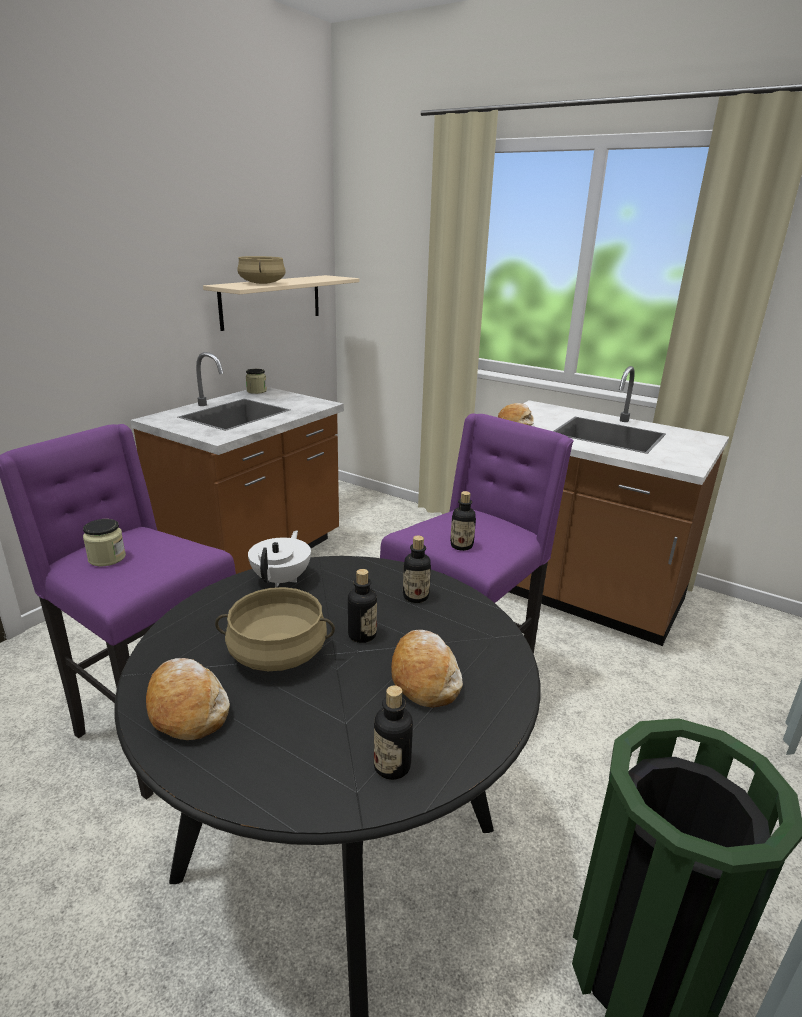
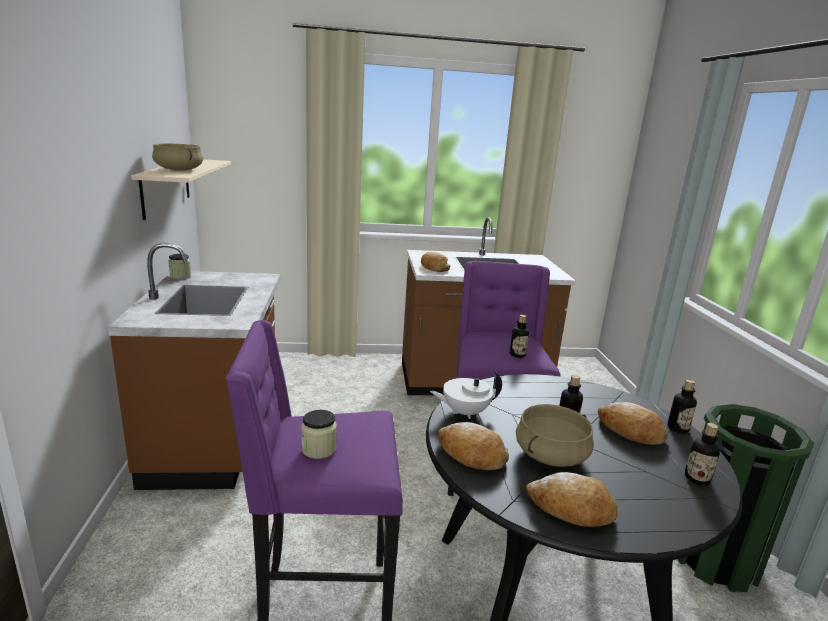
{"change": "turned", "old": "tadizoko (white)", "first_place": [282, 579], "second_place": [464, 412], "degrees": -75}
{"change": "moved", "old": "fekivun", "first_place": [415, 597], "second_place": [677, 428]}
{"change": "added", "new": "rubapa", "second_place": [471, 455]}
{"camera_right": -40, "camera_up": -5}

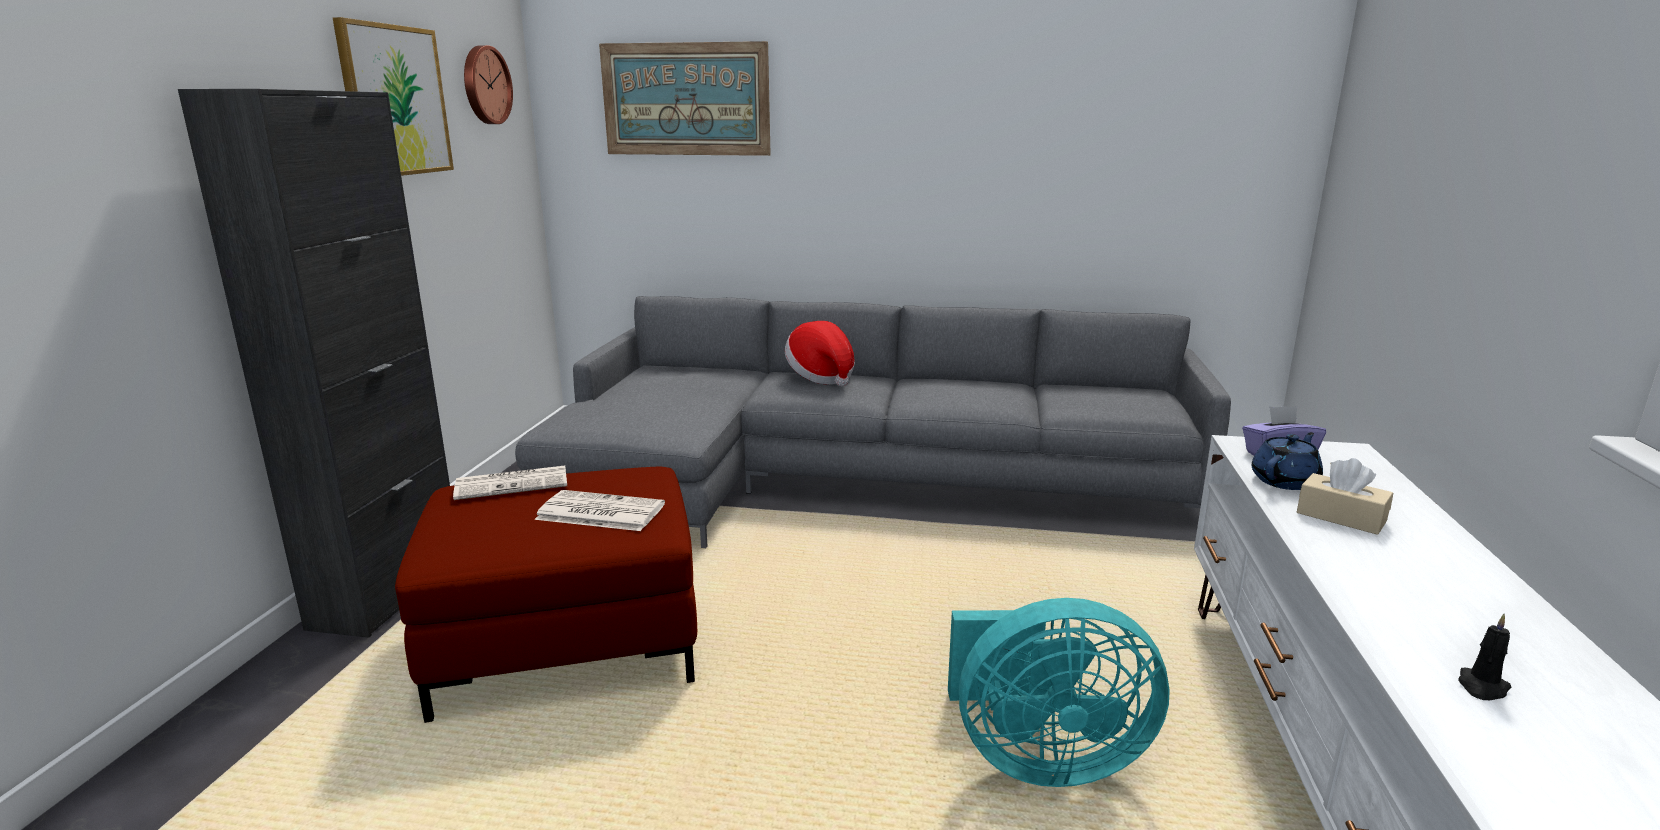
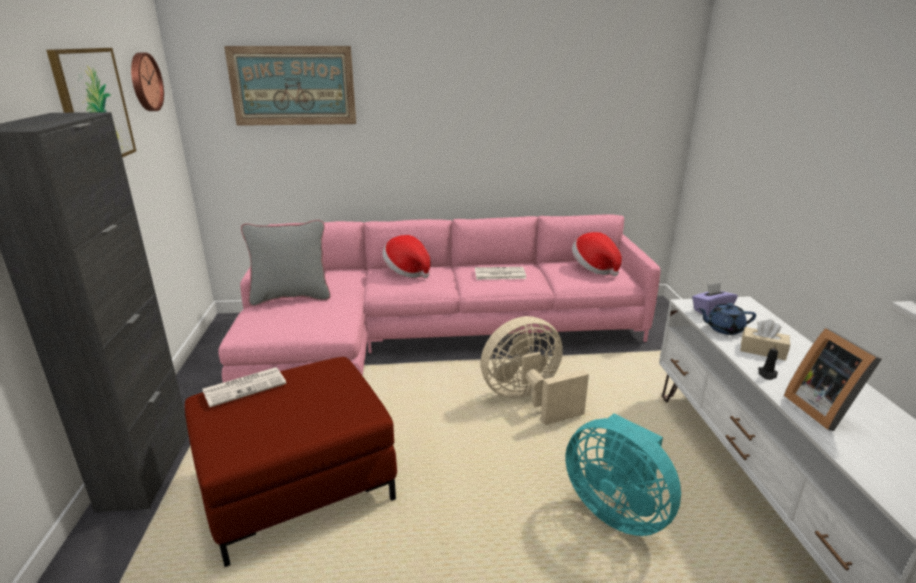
{"change": "recoloured", "old": "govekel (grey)", "new": "govekel (pink)", "first_place": [851, 481], "second_place": [432, 335]}
{"change": "moved", "old": "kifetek", "first_place": [598, 512], "second_place": [499, 274]}
{"change": "turned", "old": "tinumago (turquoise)", "first_place": [1040, 758], "second_place": [617, 510], "degrees": 60}
{"change": "turned", "old": "tadizoko (blue)", "first_place": [1285, 481], "second_place": [723, 329], "degrees": -120}
{"change": "moved", "old": "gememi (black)", "first_place": [1482, 687], "second_place": [767, 374]}
{"change": "added", "new": "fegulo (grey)", "second_place": [291, 297]}
{"change": "added", "new": "tinumago (beige)", "second_place": [528, 400]}
{"change": "added", "new": "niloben", "second_place": [594, 268]}
{"change": "added", "new": "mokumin", "second_place": [823, 409]}
{"camera_right": -15, "camera_up": 5}

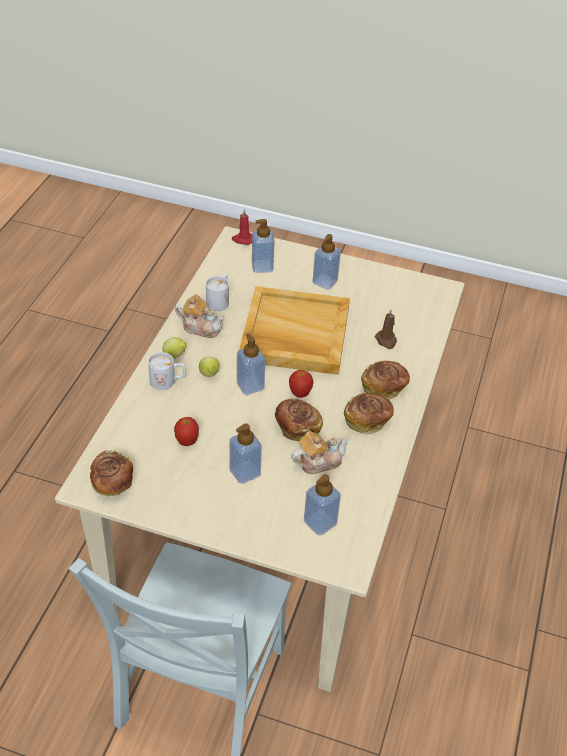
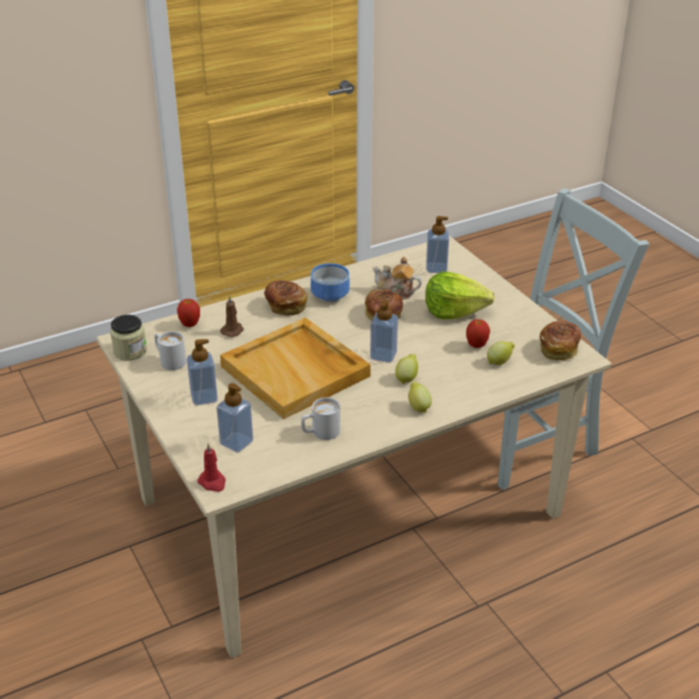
{"change": "moved", "old": "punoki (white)", "first_place": [168, 381], "second_place": [169, 360]}
{"change": "removed", "old": "tadizoko", "first_place": [201, 327]}
{"change": "replaced", "old": "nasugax", "new": "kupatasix", "first_place": [245, 472], "second_place": [454, 311]}
{"change": "moved", "old": "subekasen", "first_place": [300, 394], "second_place": [190, 325]}
{"change": "replaced", "old": "rubapa", "new": "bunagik", "first_place": [367, 420], "second_place": [328, 296]}
{"change": "added", "new": "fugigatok", "second_place": [130, 351]}
{"change": "added", "new": "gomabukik", "second_place": [499, 362]}
{"camera_right": -135, "camera_up": -10}

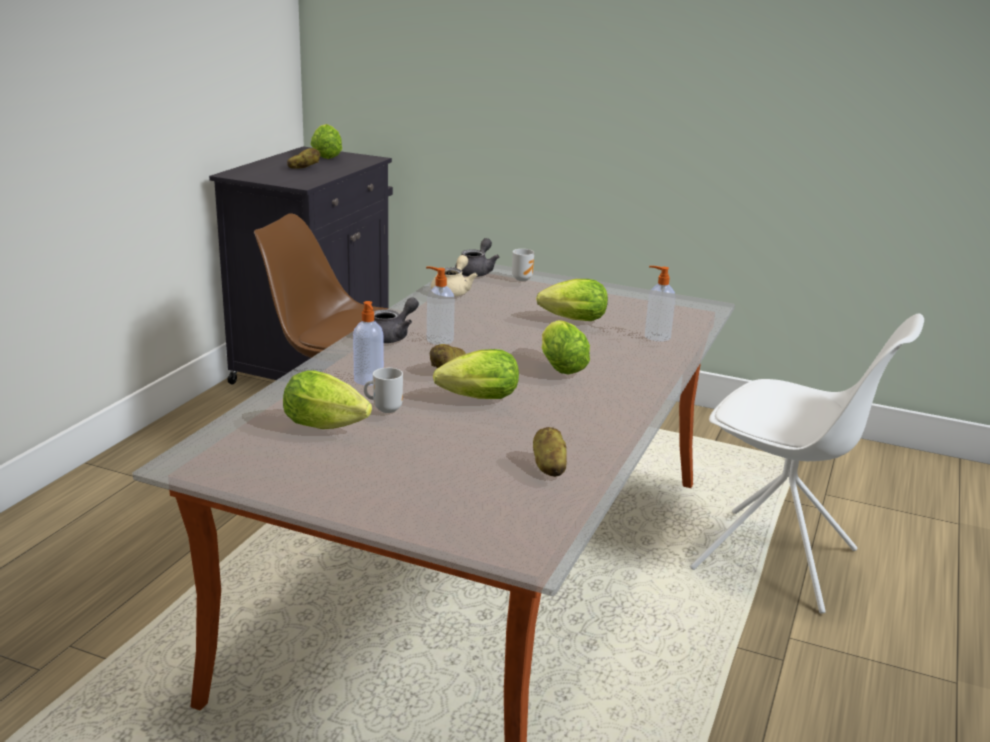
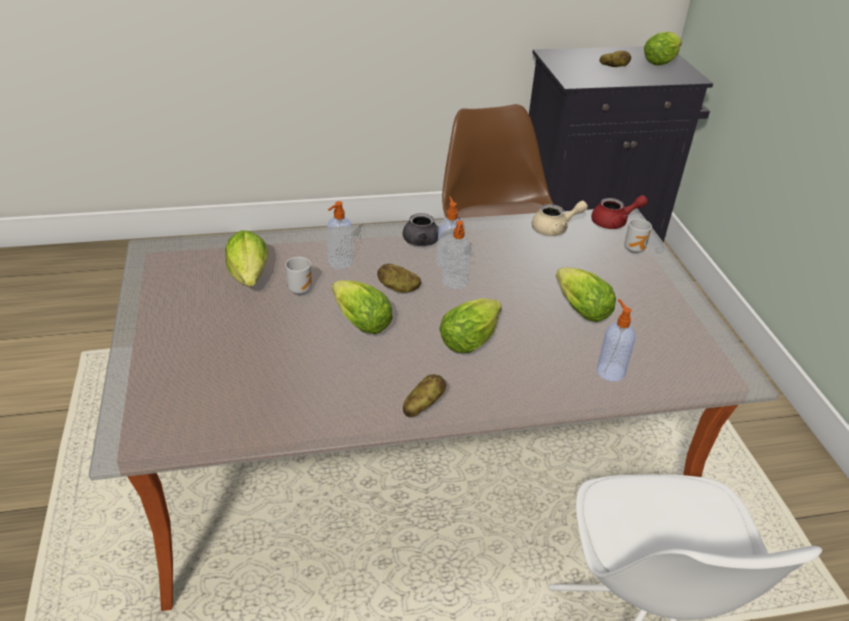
{"change": "recoloured", "old": "tadizoko (grey)", "new": "tadizoko (red)", "first_place": [476, 272], "second_place": [614, 222]}
{"change": "moved", "old": "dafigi", "first_place": [548, 466], "second_place": [422, 405]}
{"change": "added", "new": "nasugax", "second_place": [454, 282]}
{"camera_right": 55, "camera_up": 15}

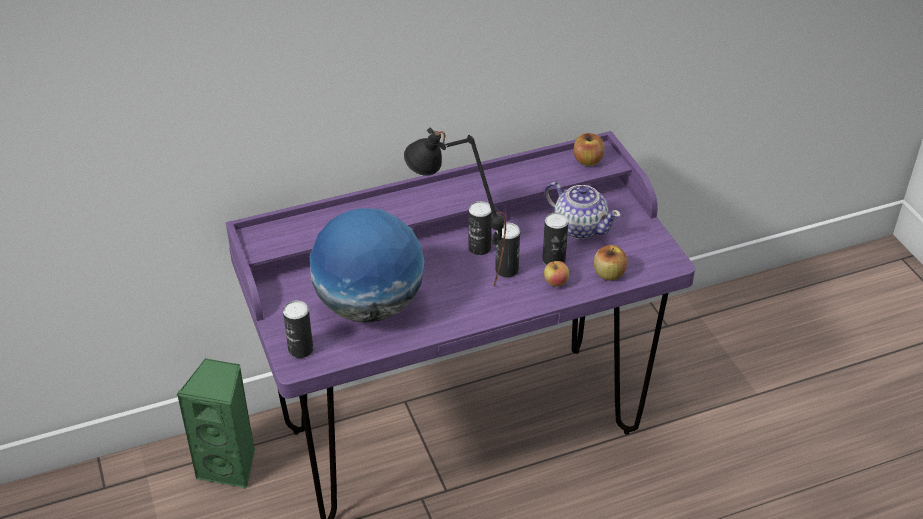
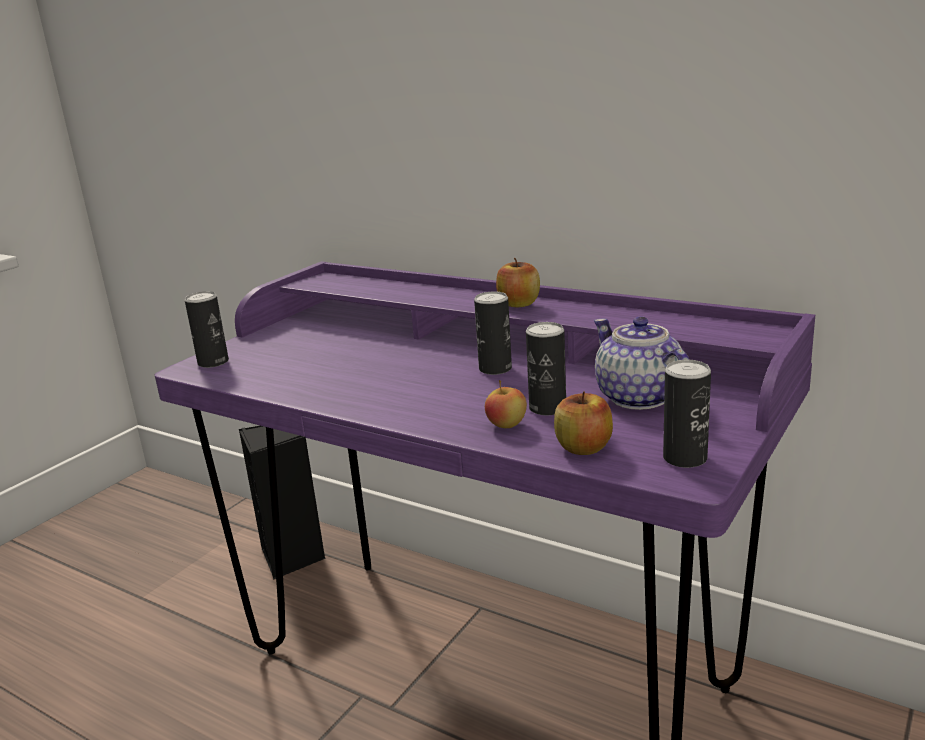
{"change": "recoloured", "old": "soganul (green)", "new": "soganul (black)", "first_place": [230, 465], "second_place": [293, 557]}
{"change": "removed", "old": "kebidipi", "first_place": [370, 306]}
{"change": "removed", "old": "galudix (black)", "first_place": [455, 274]}
{"change": "moved", "old": "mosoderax", "first_place": [506, 270], "second_place": [685, 458]}
{"change": "turned", "old": "tadizoko", "first_place": [579, 227], "second_place": [639, 398], "degrees": 150}
{"change": "moved", "old": "subekasen", "first_place": [588, 161], "second_place": [519, 304]}
{"camera_right": 55, "camera_up": -20}

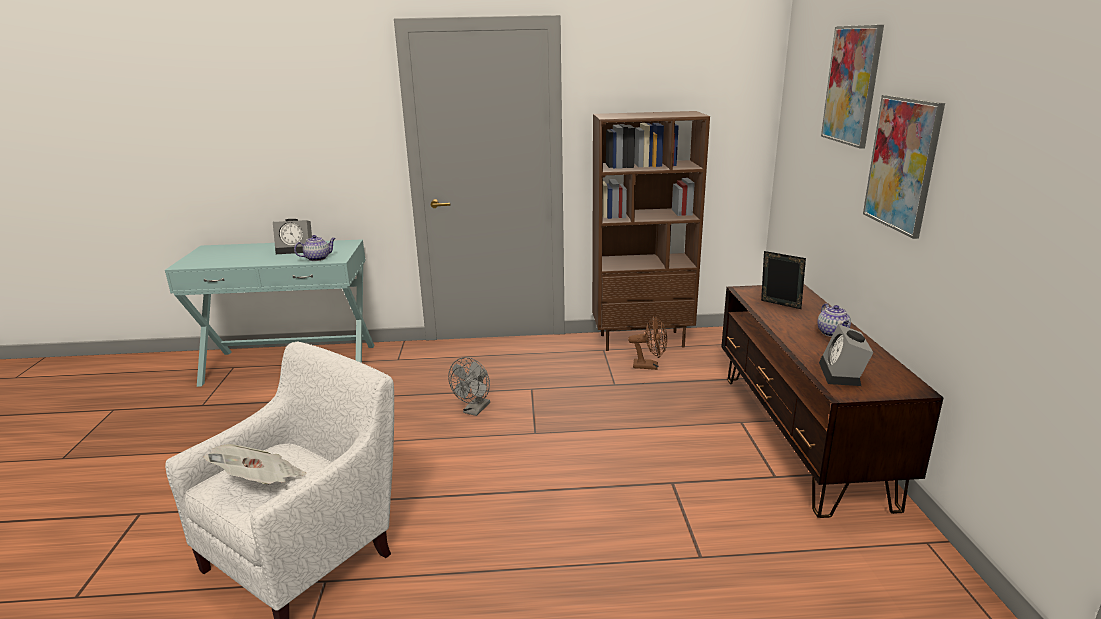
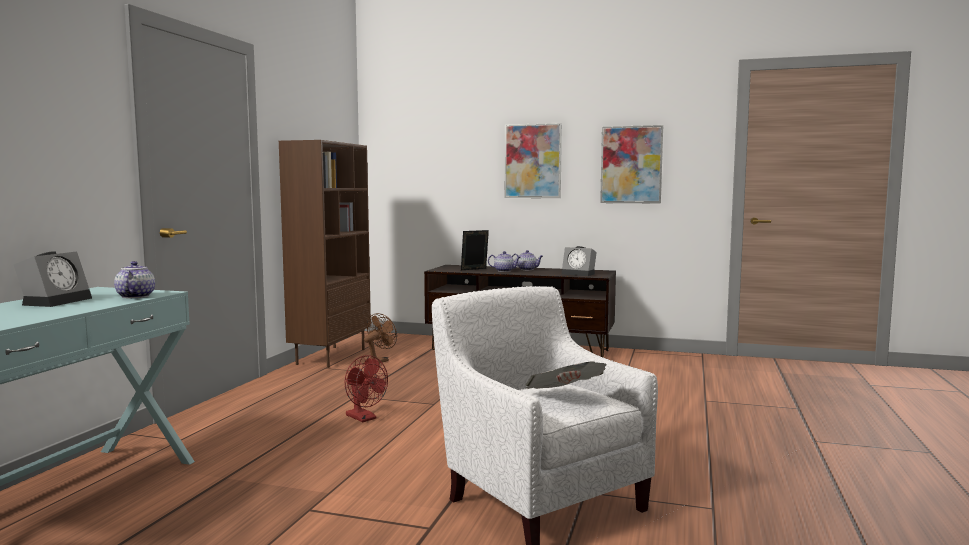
{"change": "recoloured", "old": "tinumago (grey)", "new": "tinumago (red)", "first_place": [474, 410], "second_place": [364, 418]}
{"change": "moved", "old": "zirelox", "first_place": [852, 85], "second_place": [631, 164]}
{"change": "added", "new": "tadizoko", "second_place": [504, 271]}
{"camera_right": -70, "camera_up": -15}

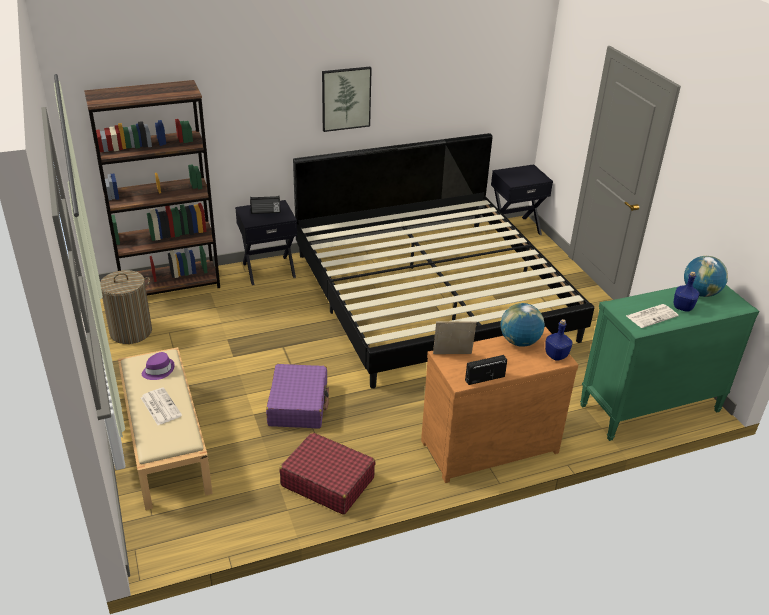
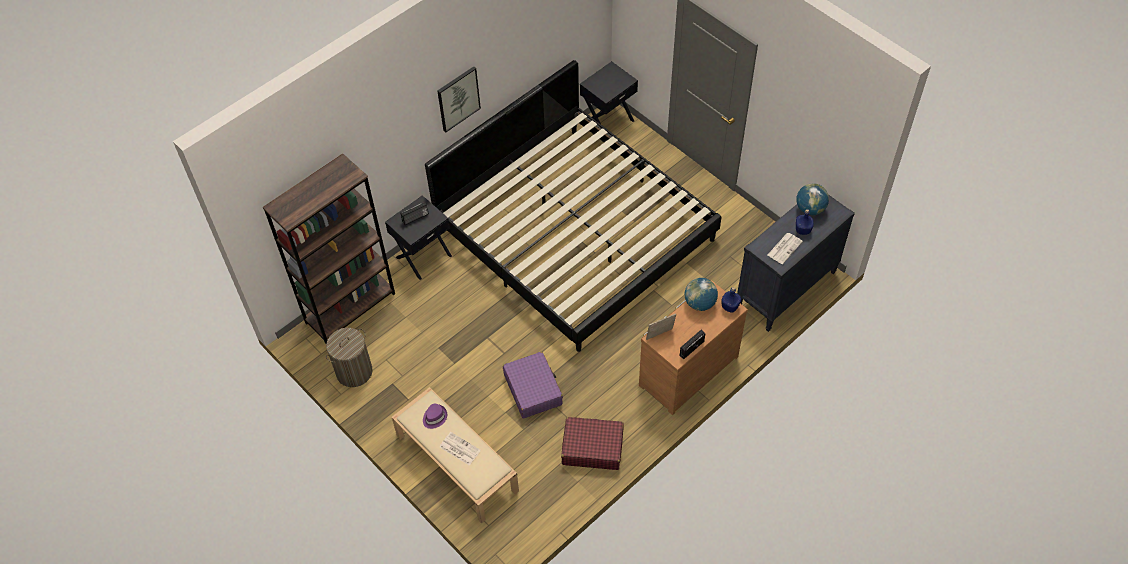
{"change": "recoloured", "old": "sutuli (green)", "new": "sutuli (black)", "first_place": [649, 409], "second_place": [786, 289]}
{"camera_right": -20, "camera_up": 20}

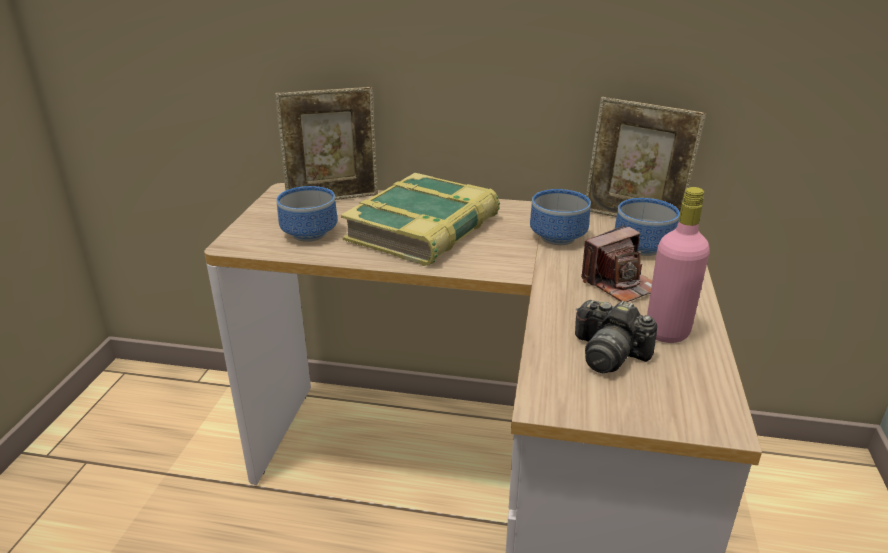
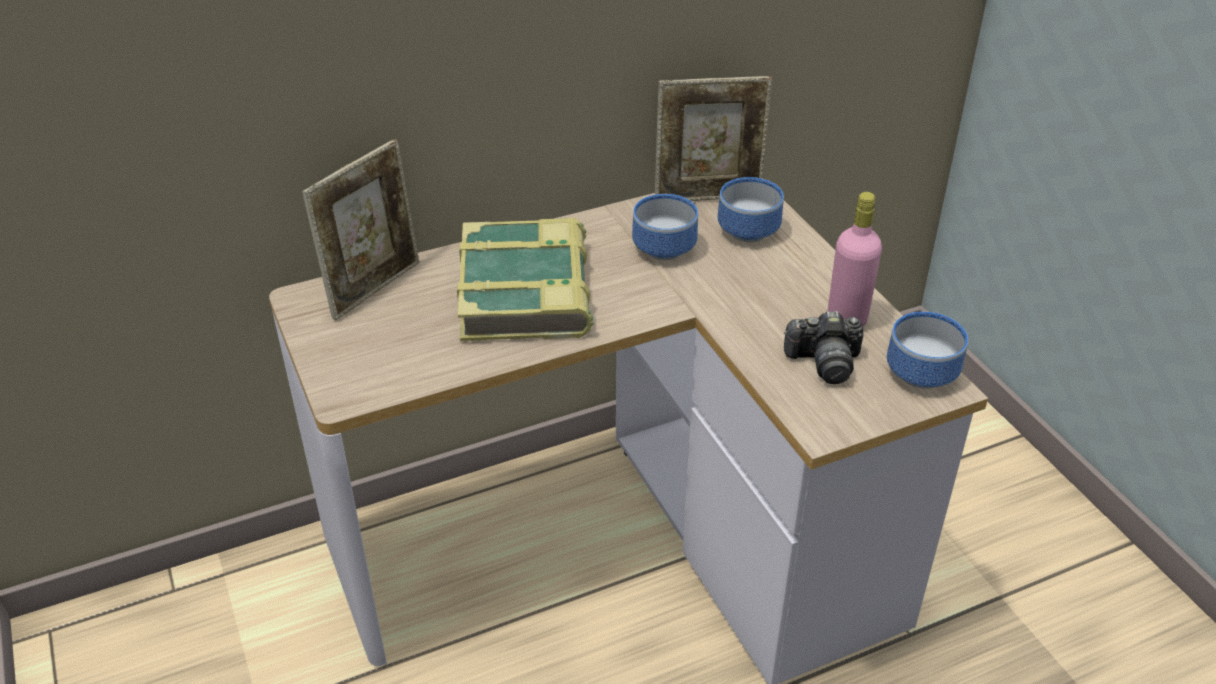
{"change": "moved", "old": "bunagik", "first_place": [310, 235], "second_place": [924, 375]}
{"change": "removed", "old": "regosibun", "first_place": [620, 284]}
{"camera_right": -35, "camera_up": 10}

